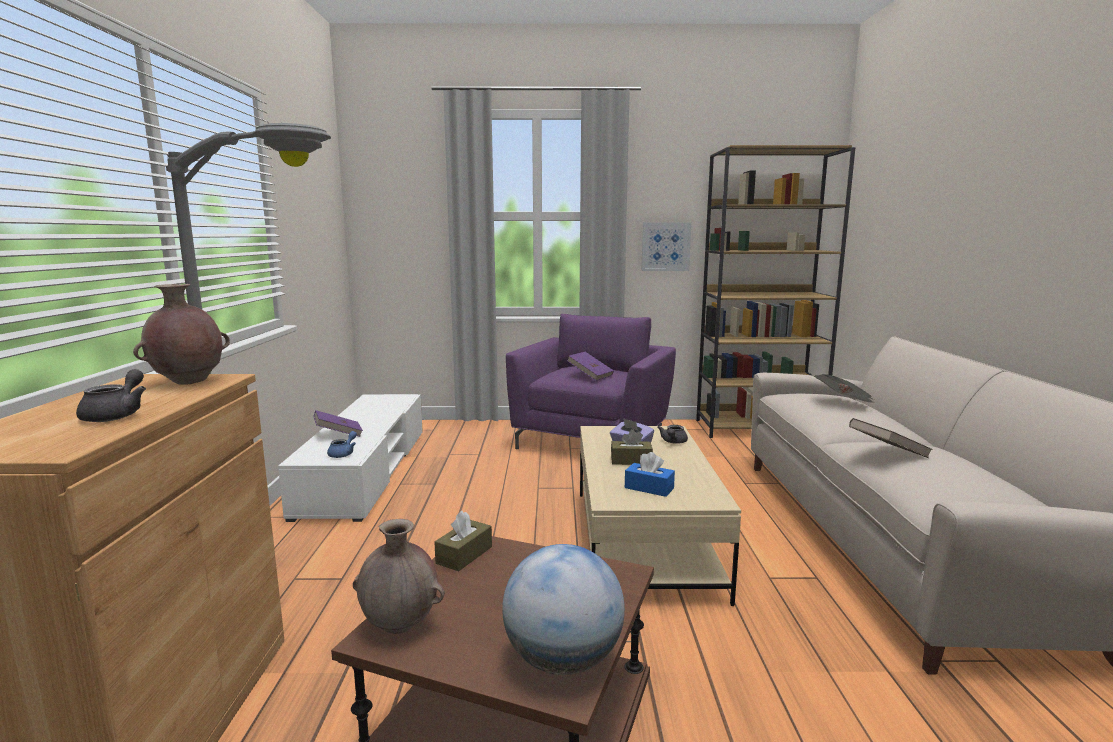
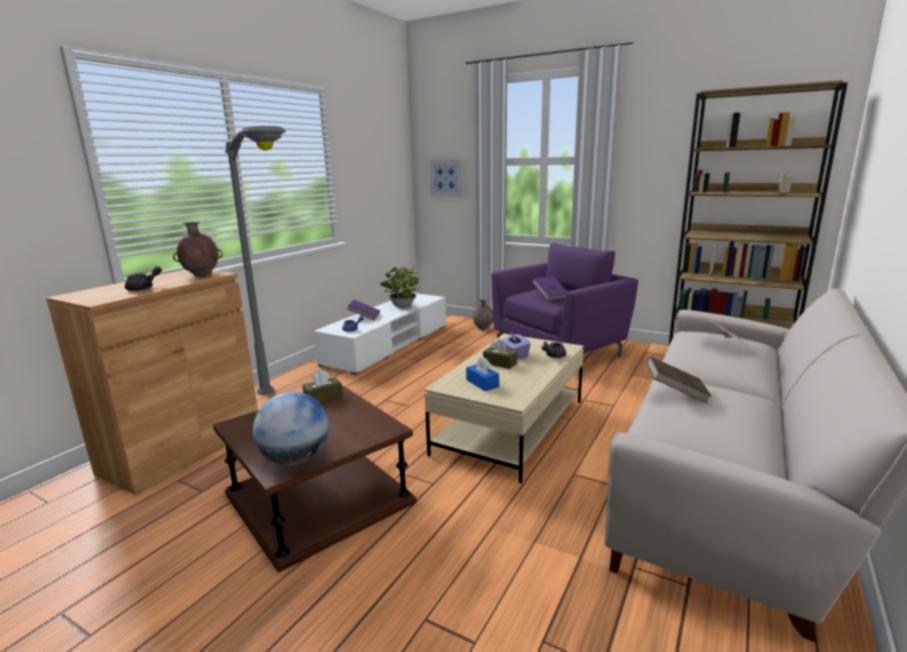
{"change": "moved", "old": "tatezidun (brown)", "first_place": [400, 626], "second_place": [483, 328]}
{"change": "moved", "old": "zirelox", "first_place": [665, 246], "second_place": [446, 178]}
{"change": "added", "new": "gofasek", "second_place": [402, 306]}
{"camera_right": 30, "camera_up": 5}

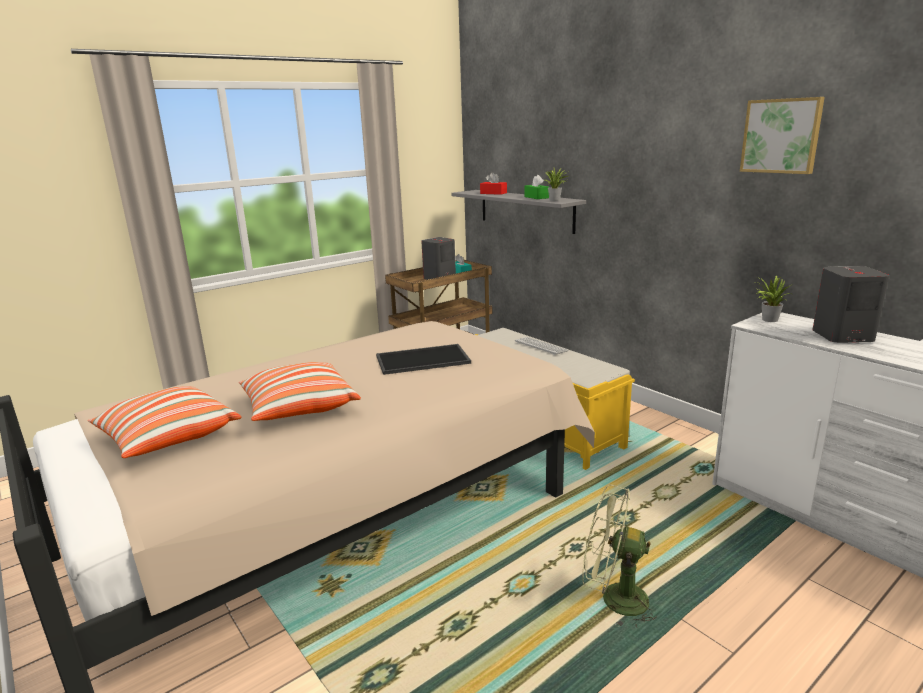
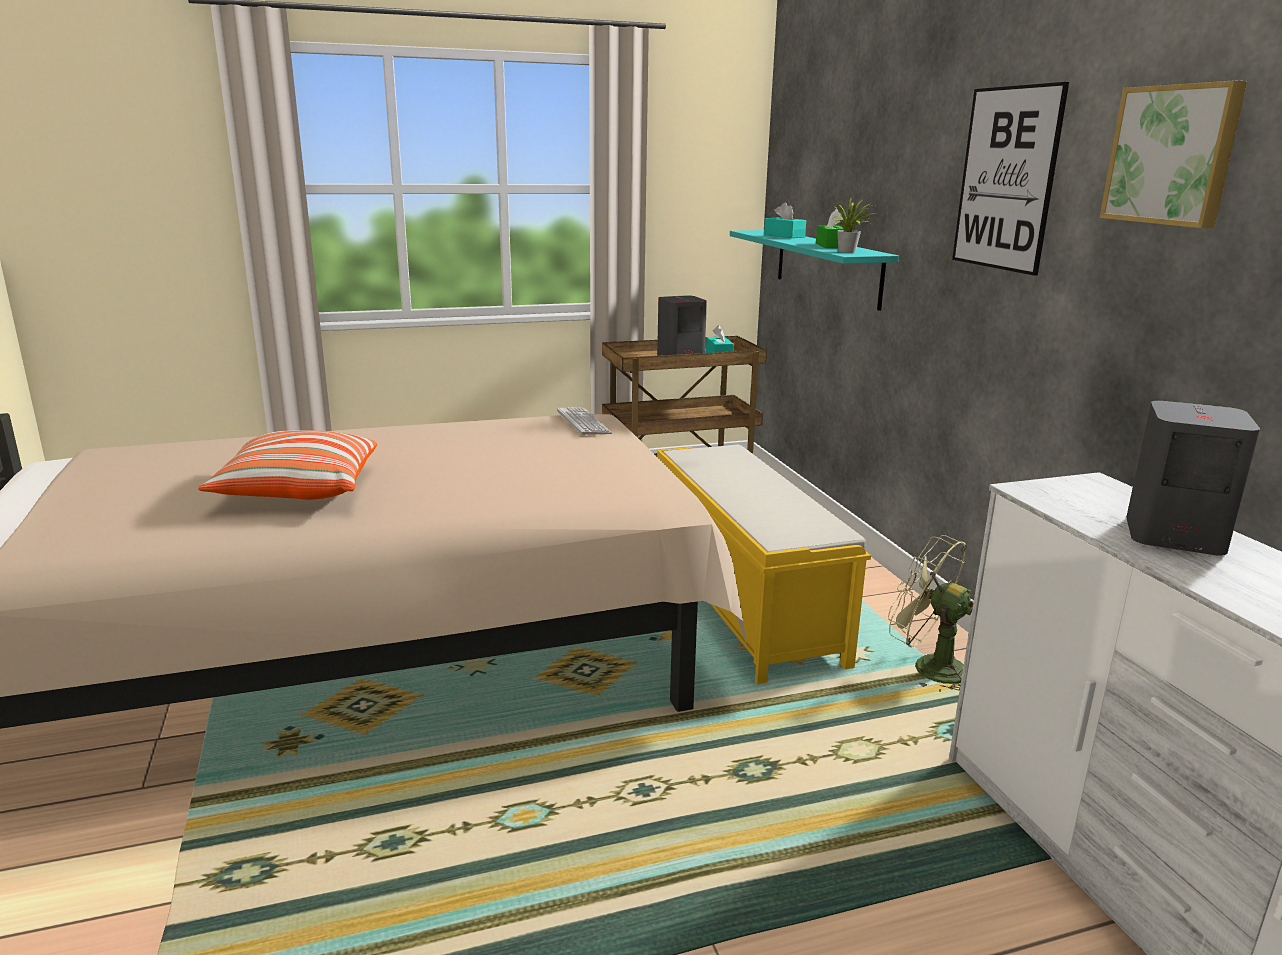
{"change": "removed", "old": "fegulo", "first_place": [168, 438]}
{"change": "removed", "old": "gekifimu", "first_place": [422, 360]}
{"change": "recoloured", "old": "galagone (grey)", "new": "galagone (turquoise)", "first_place": [525, 210], "second_place": [827, 267]}
{"change": "recoloured", "old": "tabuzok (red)", "new": "tabuzok (turquoise)", "first_place": [493, 193], "second_place": [784, 236]}
{"change": "moved", "old": "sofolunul", "first_place": [541, 346], "second_place": [583, 423]}
{"change": "moved", "old": "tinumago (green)", "first_place": [614, 599], "second_place": [928, 667]}
{"change": "removed", "old": "gofasek", "first_place": [767, 319]}
{"change": "added", "new": "zirelox", "second_place": [1006, 179]}
{"camera_right": 20, "camera_up": 0}

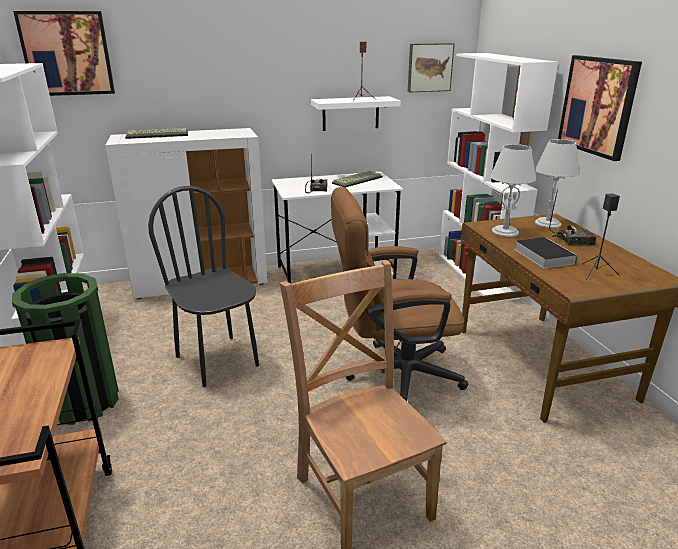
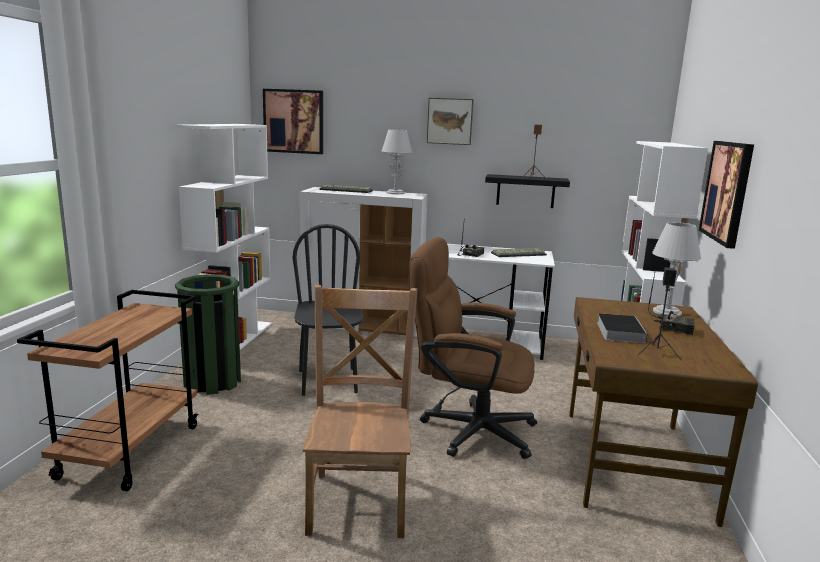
{"change": "recoloured", "old": "galagone (white)", "new": "galagone (black)", "first_place": [350, 113], "second_place": [525, 191]}
{"change": "moved", "old": "zirelox", "first_place": [429, 67], "second_place": [450, 121]}
{"change": "moved", "old": "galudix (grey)", "first_place": [505, 232], "second_place": [395, 193]}
{"camera_right": 25, "camera_up": -10}

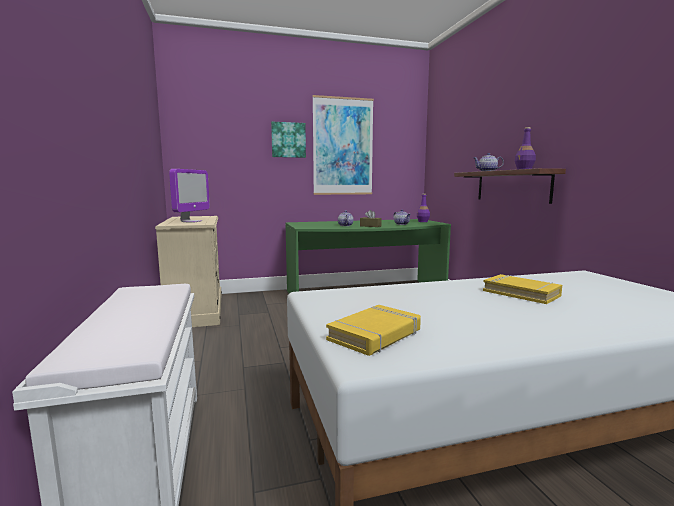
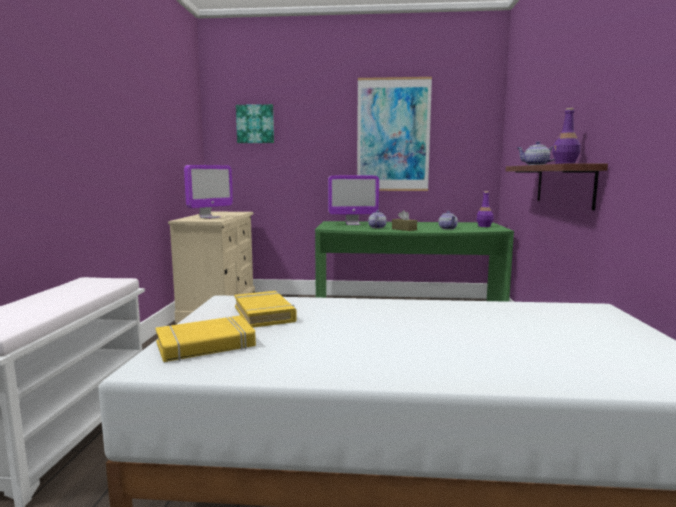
{"change": "moved", "old": "zirelox", "first_place": [288, 140], "second_place": [255, 124]}
{"change": "moved", "old": "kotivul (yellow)", "first_place": [521, 293], "second_place": [264, 314]}
{"change": "added", "new": "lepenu", "second_place": [353, 224]}
{"camera_right": 20, "camera_up": 0}

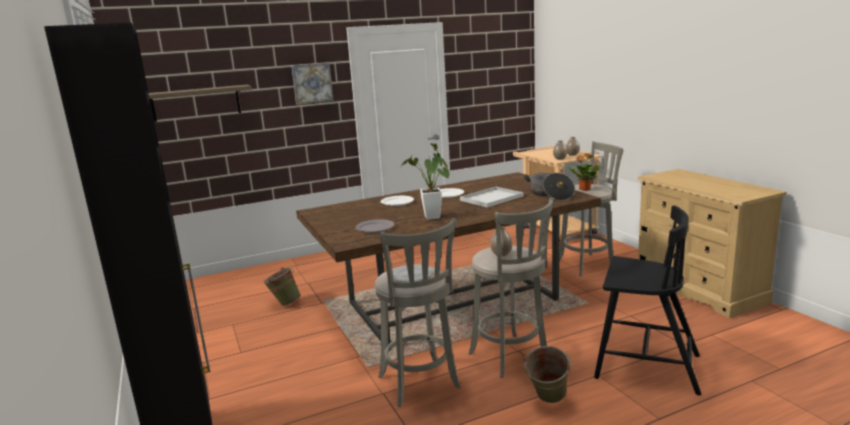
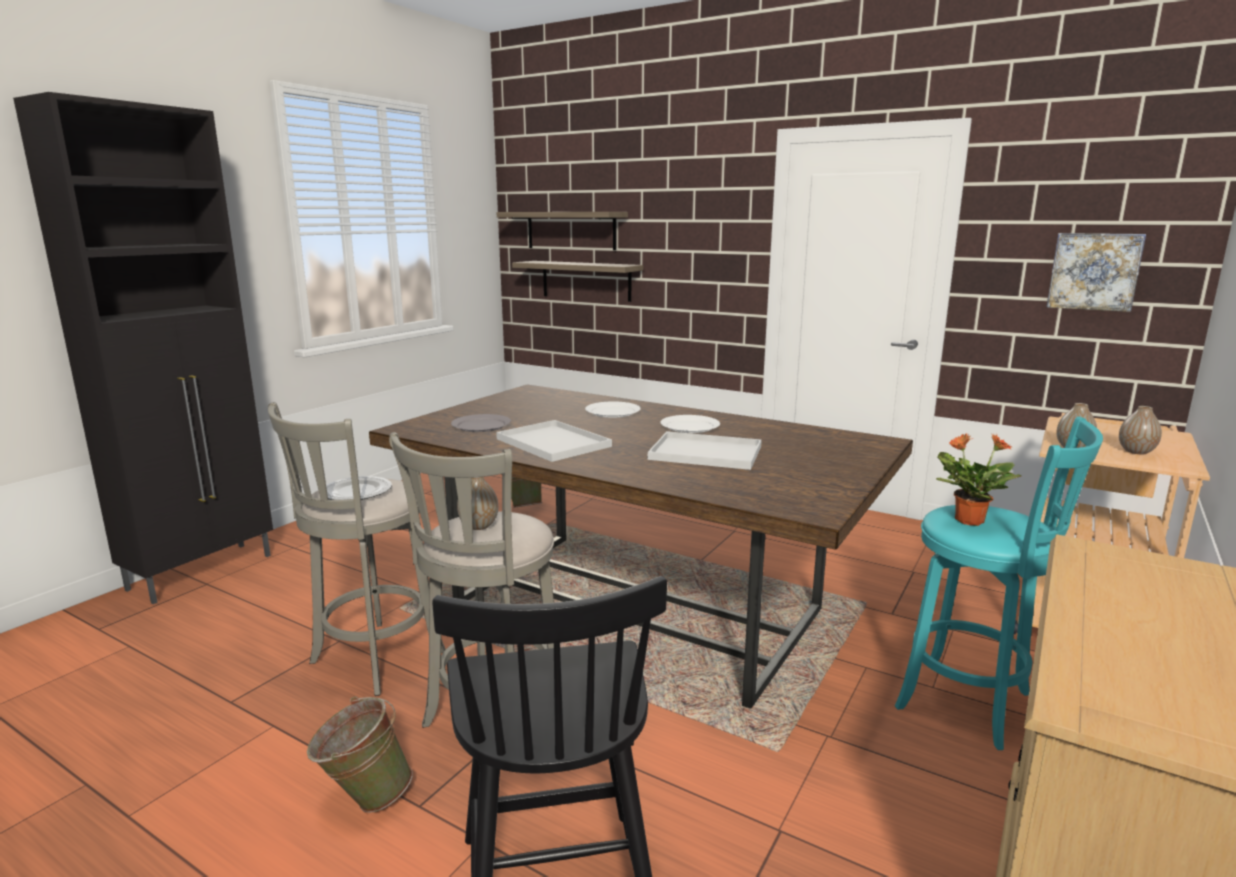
{"change": "moved", "old": "zirelox", "first_place": [312, 83], "second_place": [1094, 271]}
{"change": "replaced", "old": "gofasek", "new": "gekifimu (white)", "first_place": [432, 218], "second_place": [551, 442]}
{"change": "removed", "old": "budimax", "first_place": [550, 194]}
{"change": "recoloured", "old": "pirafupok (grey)", "new": "pirafupok (turquoise)", "first_place": [588, 264], "second_place": [971, 704]}
{"change": "added", "new": "galagone", "second_place": [586, 280]}
{"camera_right": 55, "camera_up": 0}

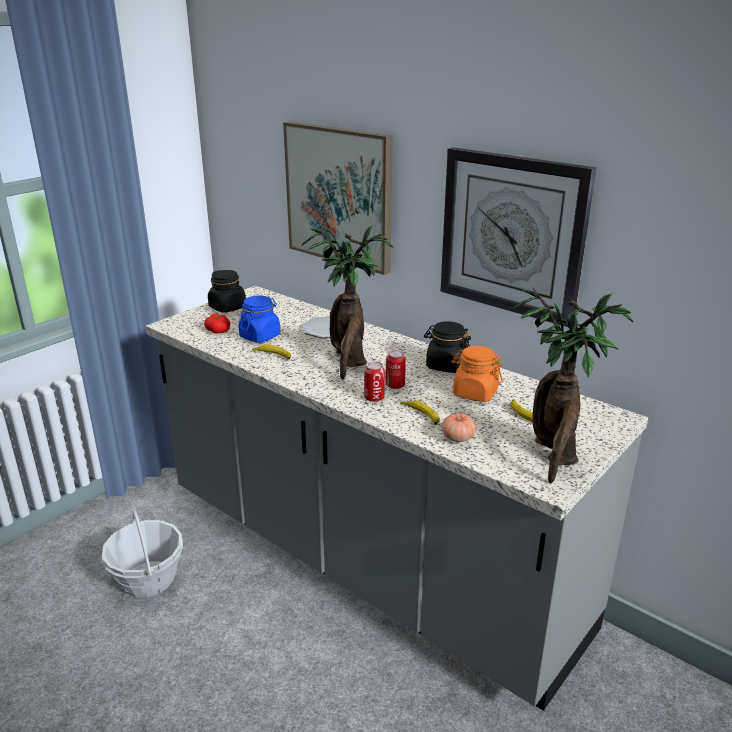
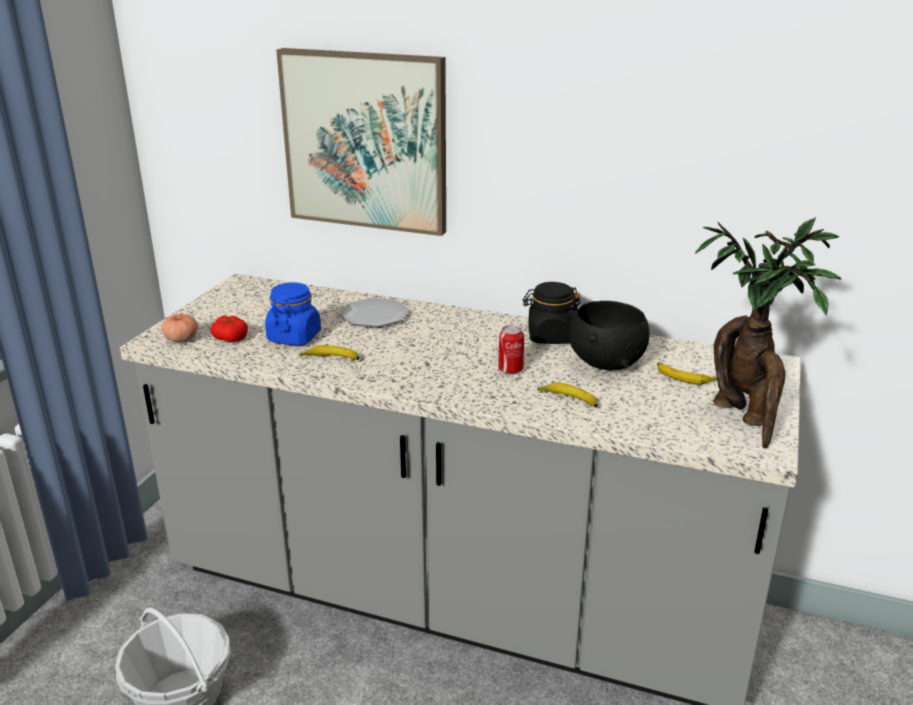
{"change": "removed", "old": "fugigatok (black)", "first_place": [228, 307]}
{"change": "removed", "old": "gofasek", "first_place": [349, 362]}
{"change": "removed", "old": "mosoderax", "first_place": [374, 398]}
{"change": "removed", "old": "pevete", "first_place": [512, 234]}
{"change": "moved", "old": "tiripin", "first_place": [457, 438], "second_place": [181, 339]}
{"change": "replaced", "old": "fugigatok (orange)", "new": "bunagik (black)", "first_place": [475, 393], "second_place": [607, 363]}
{"camera_right": -20, "camera_up": 0}

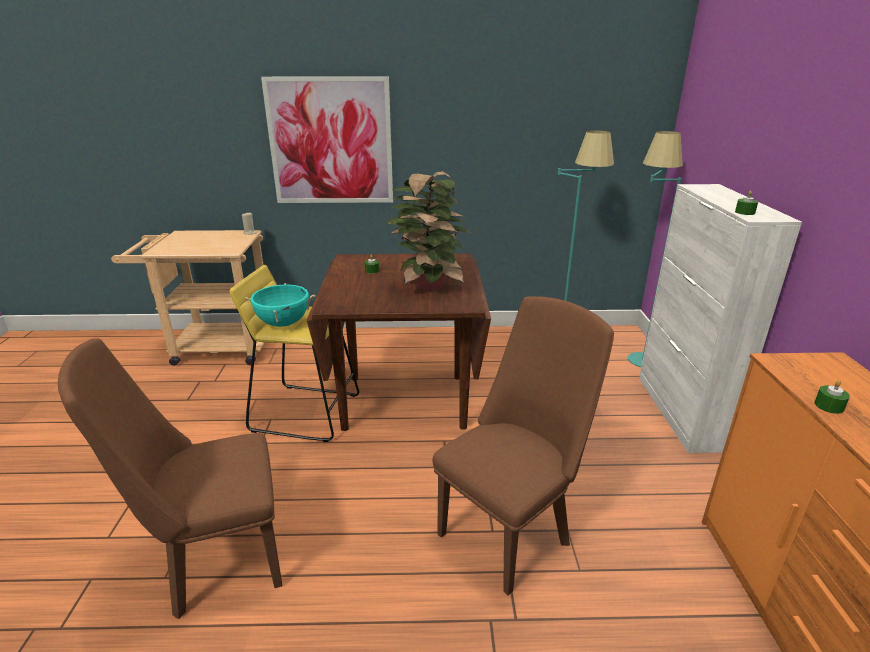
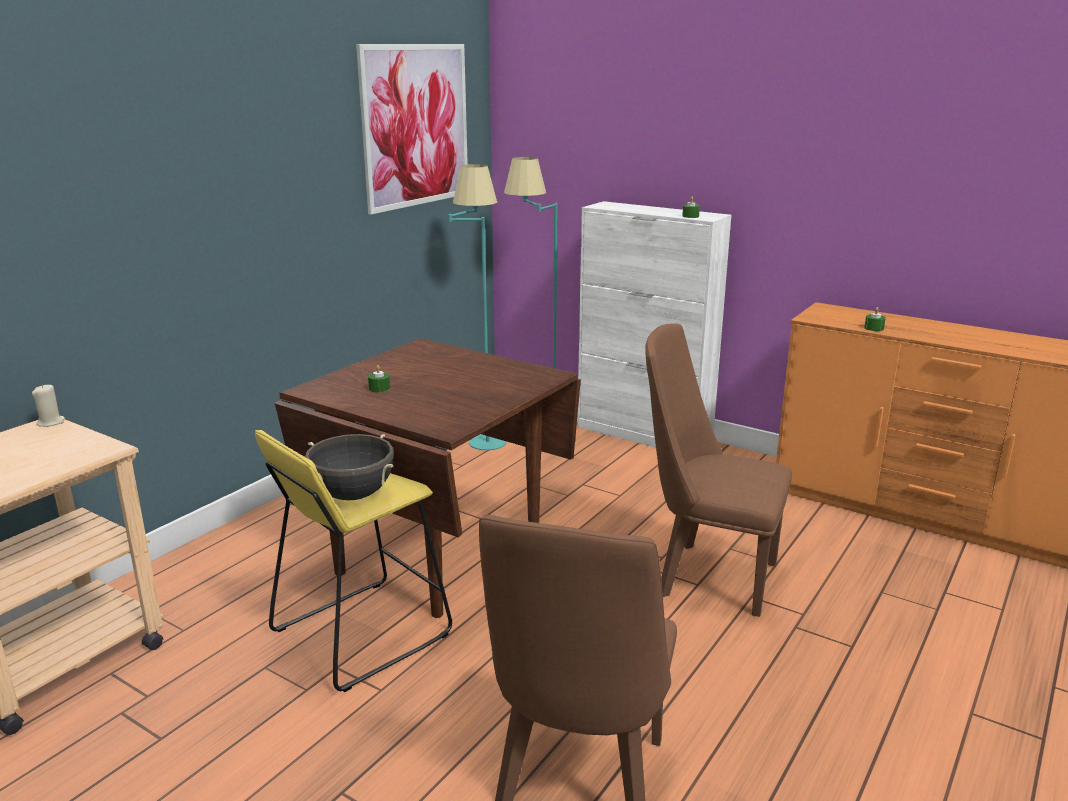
{"change": "recoloured", "old": "budimax (turquoise)", "new": "budimax (black)", "first_place": [283, 323], "second_place": [353, 495]}
{"change": "moved", "old": "zirelox", "first_place": [330, 142], "second_place": [416, 126]}
{"change": "removed", "old": "gofasek", "first_place": [428, 286]}
{"change": "turned", "old": "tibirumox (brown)", "first_place": [510, 531], "second_place": [706, 576], "degrees": -60}
{"camera_right": -55, "camera_up": -5}

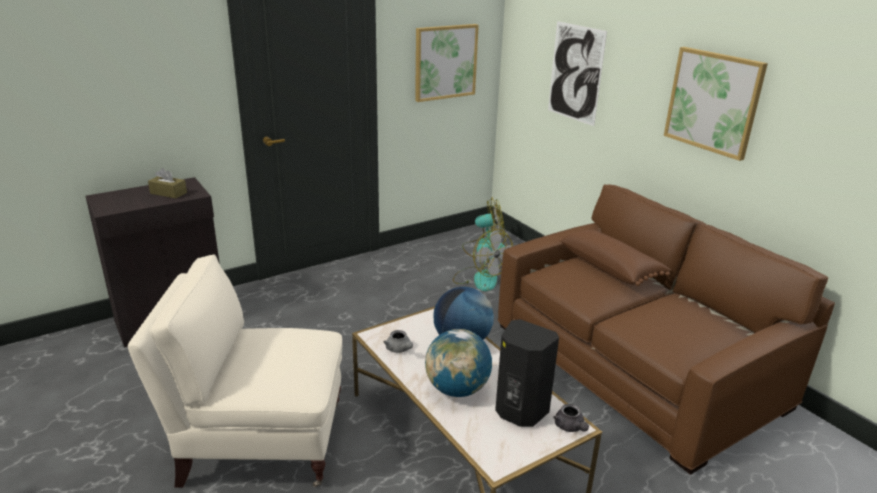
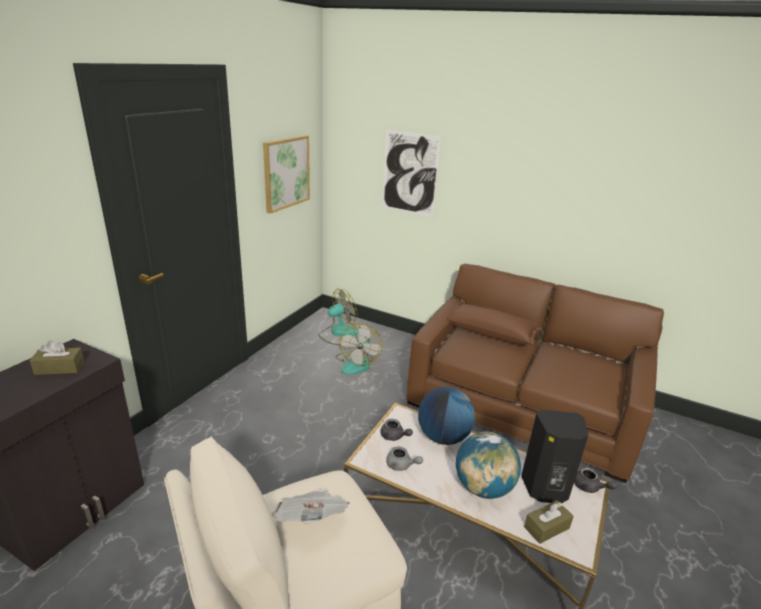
{"change": "turned", "old": "tinumago", "first_place": [480, 278], "second_place": [357, 363], "degrees": 75}
{"change": "removed", "old": "zirelox", "first_place": [713, 102]}
{"change": "added", "new": "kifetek", "second_place": [311, 519]}
{"change": "added", "new": "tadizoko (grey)", "second_place": [394, 436]}
{"change": "added", "new": "tabuzok (brown)", "second_place": [546, 527]}
{"camera_right": -30, "camera_up": 0}

